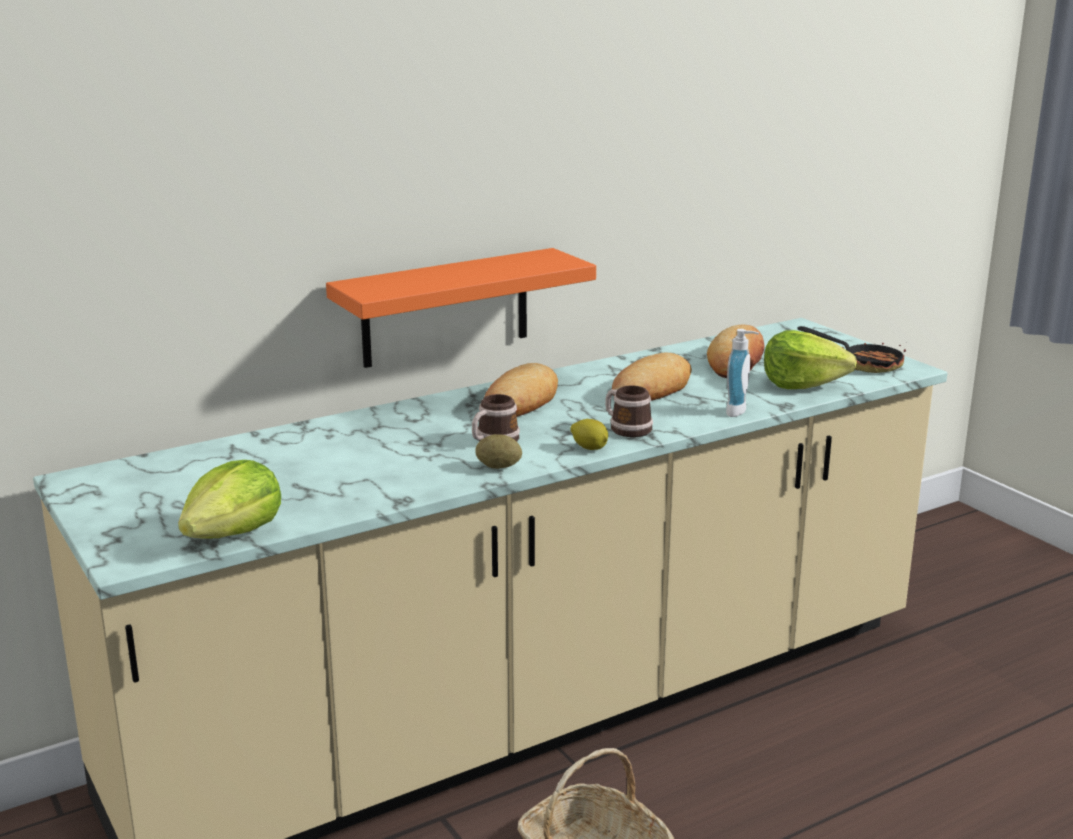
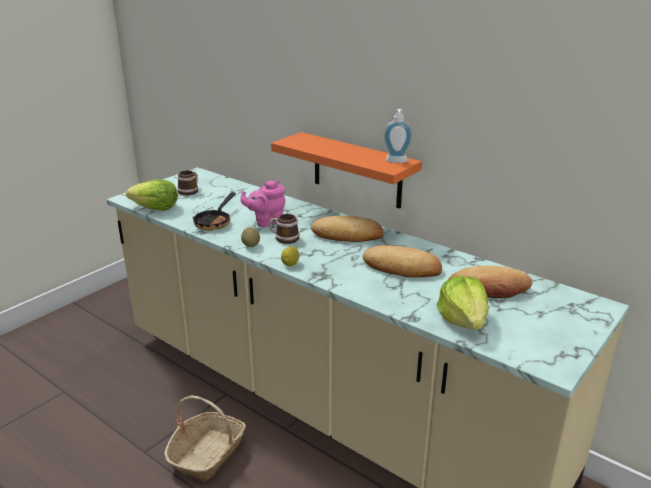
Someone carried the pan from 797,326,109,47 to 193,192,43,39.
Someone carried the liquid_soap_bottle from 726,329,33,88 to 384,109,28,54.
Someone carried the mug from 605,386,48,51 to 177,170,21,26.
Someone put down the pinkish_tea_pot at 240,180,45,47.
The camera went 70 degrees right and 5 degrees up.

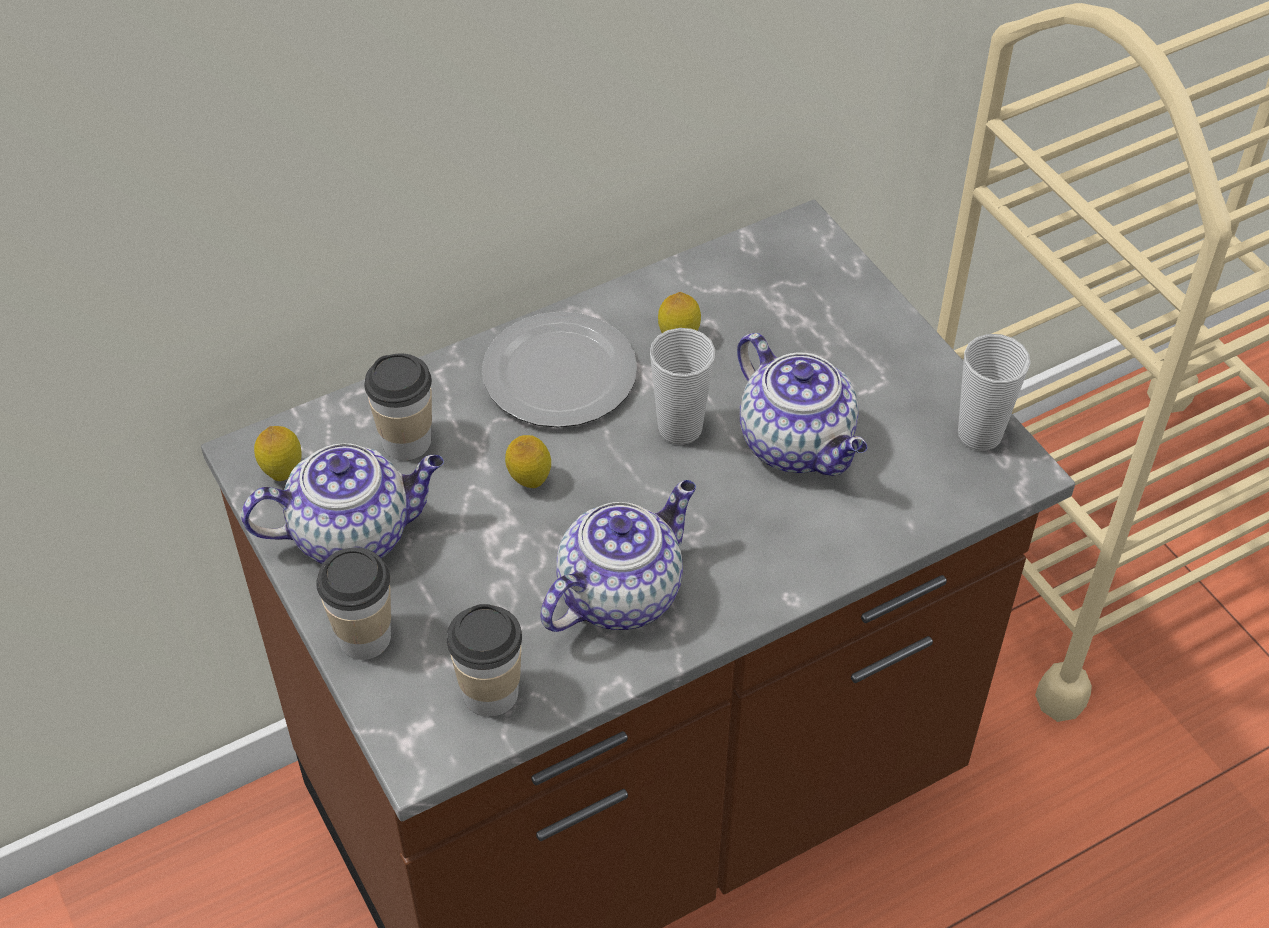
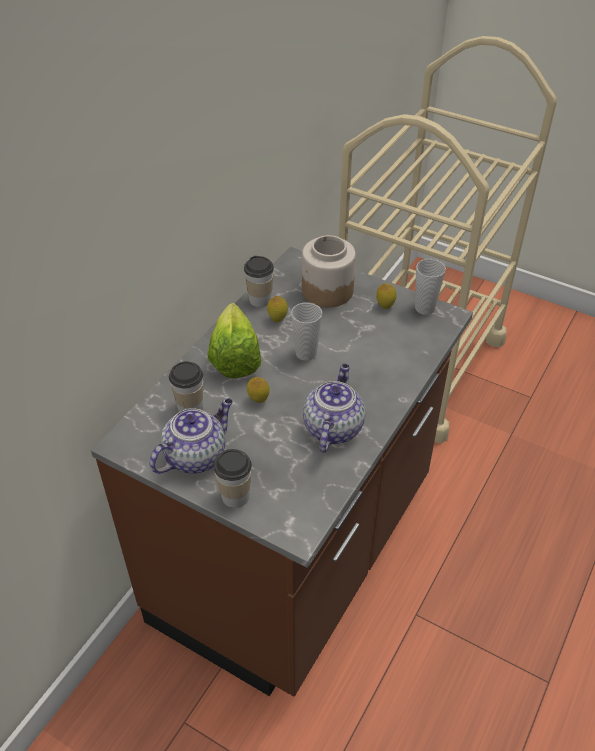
Someone swapped the dinner_plate at 482,311,155,116 for the lettuce at 208,303,53,75.
Someone took away the tea_pot at 737,333,130,143.
Someone carried the citrus_fruit from 254,426,48,55 to 376,283,21,26.
Someone carried the drinking_cup from 447,604,75,113 to 244,256,30,51.
Someone put down the storage_jar at 302,235,54,73.
The camera went 30 degrees left and 5 degrees down.

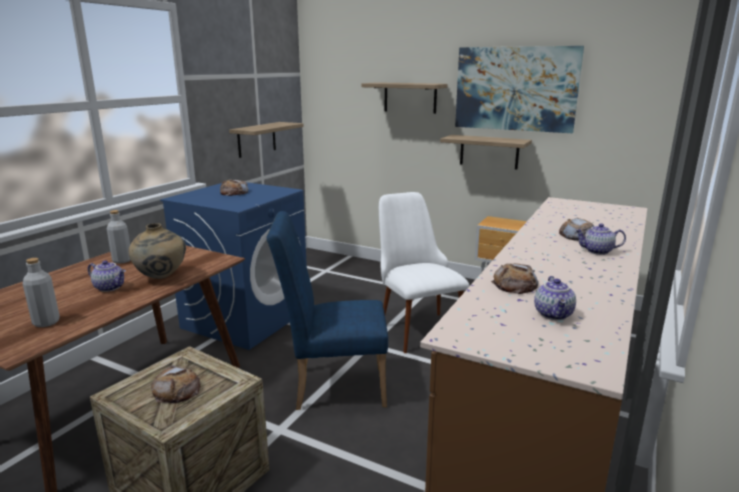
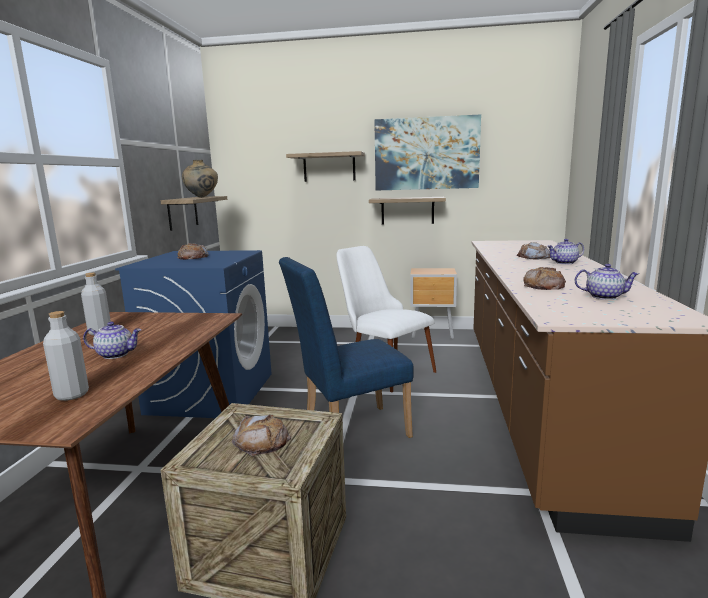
Someone carried the beige_flower_vase from 128,223,58,56 to 182,160,36,37.
Someone rotated the tea_pot at 534,276,42,44 by 60 degrees counterclockwise.
The camera went 20 degrees left and 5 degrees down.

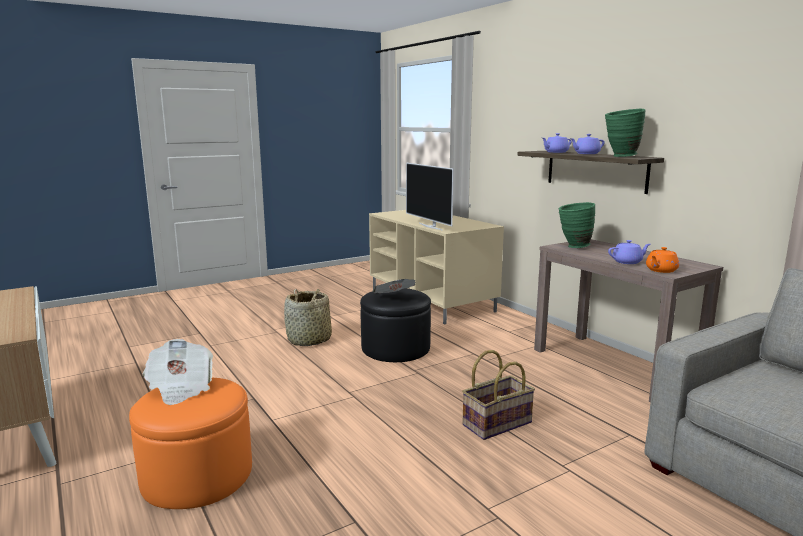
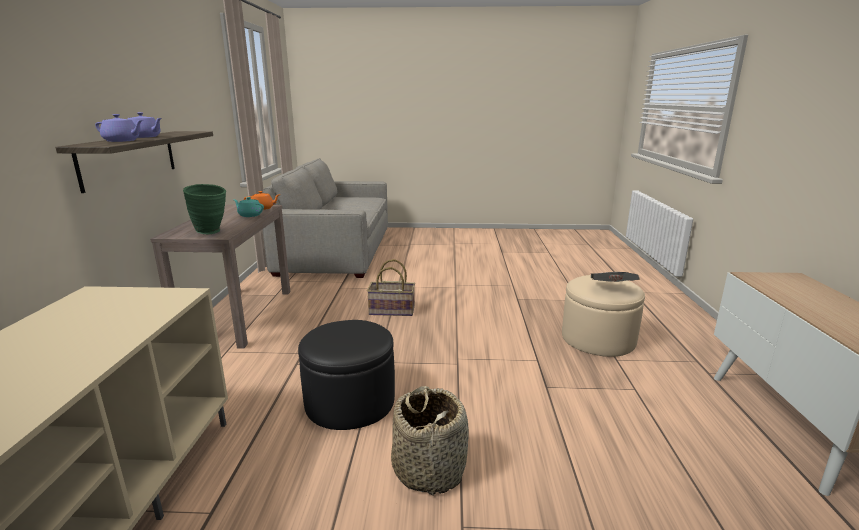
Someone took away the green_flower_vase at 605,108,41,49.
Someone took away the television at 406,163,48,67.
Someone repainted the purple_tea_pot at 608,240,42,24, which became the turquoise_tea_pot at 233,197,31,20.
Someone took away the printed_paper at 373,279,42,14.
Someone repainted the orange-coloured_footrest at 129,378,123,131, which became the beige_footrest at 562,275,83,82.
The camera went 145 degrees left and 5 degrees up.

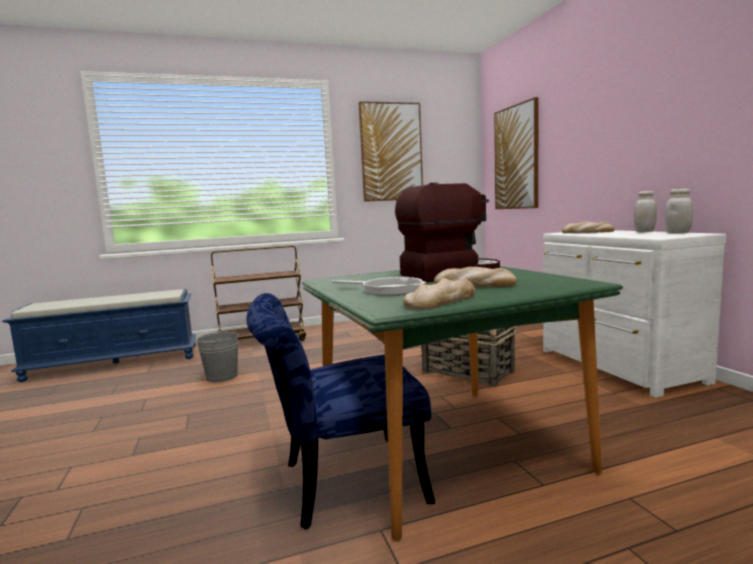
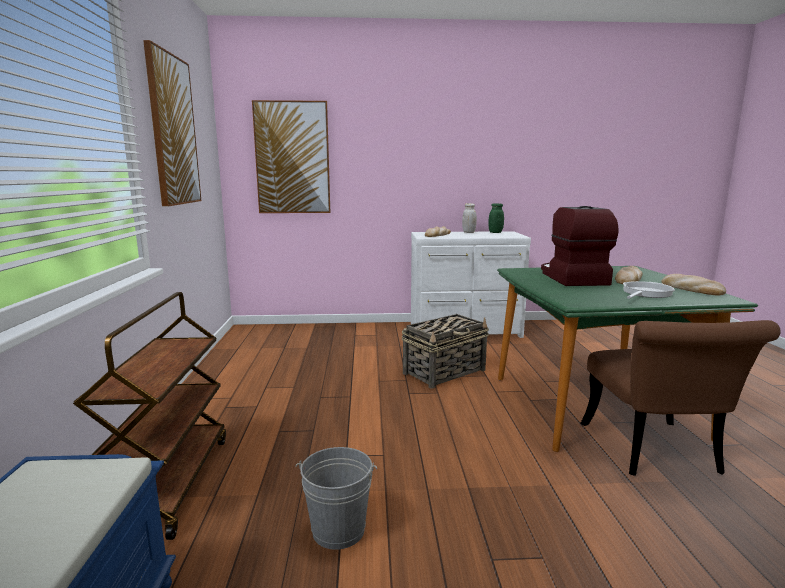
Someone repainted the white_storage_jar at 665,189,28,45, which became the green_storage_jar at 489,203,15,30.
Someone repainted the blue-coloured_upright_chair at 246,293,189,236, which became the brown_upright_chair at 580,320,201,156.
The camera went 75 degrees left and 5 degrees up.

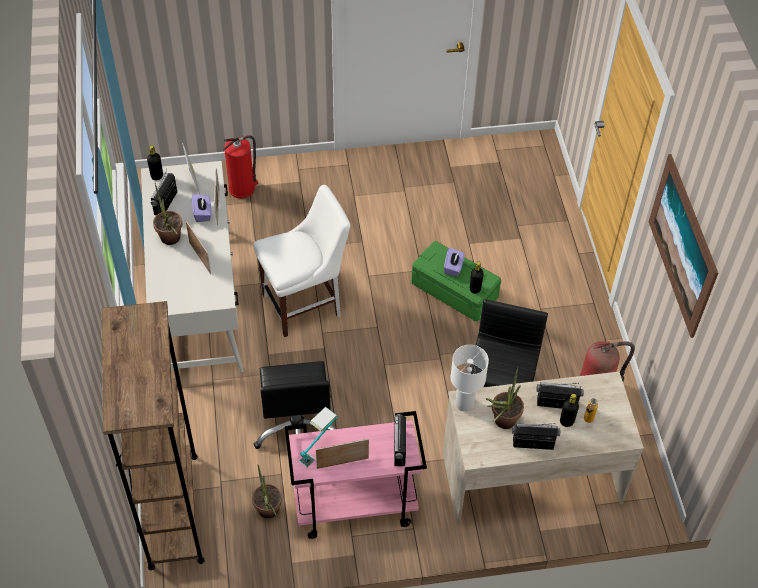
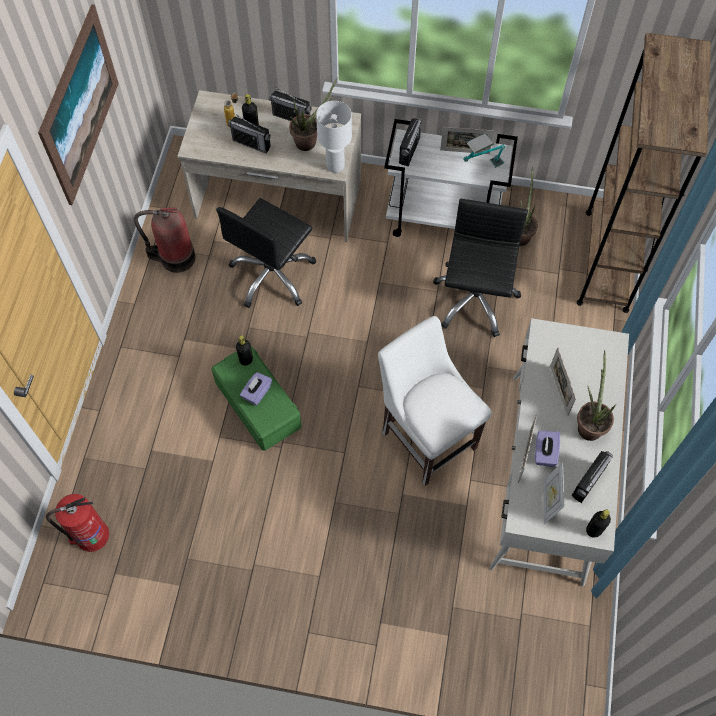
Someone carried the extinguisher from 222,135,36,64 to 46,494,63,58.
Someone rotated the white_upright_chair at 253,185,98,152 by 60 degrees clockwise.
Someone repainted the pinkish_cart at 285,411,142,128, which became the white_cart at 384,119,134,118.
The camera went 160 degrees left and 10 degrees up.

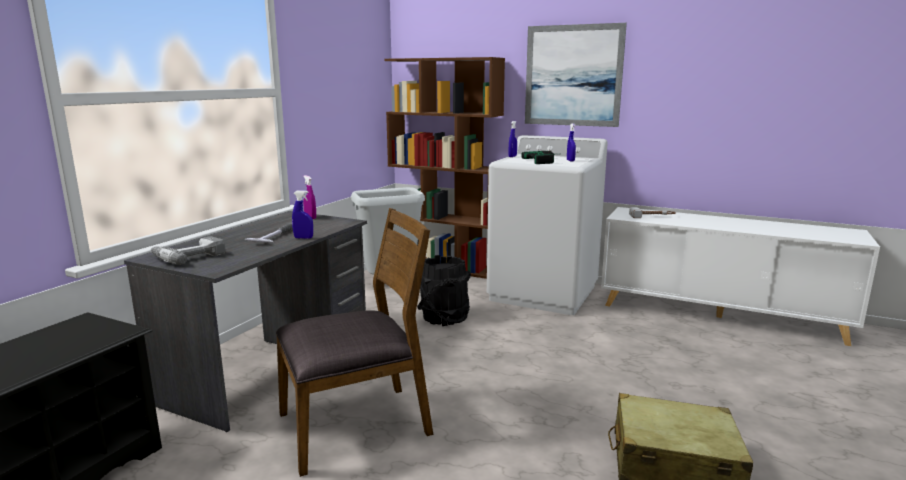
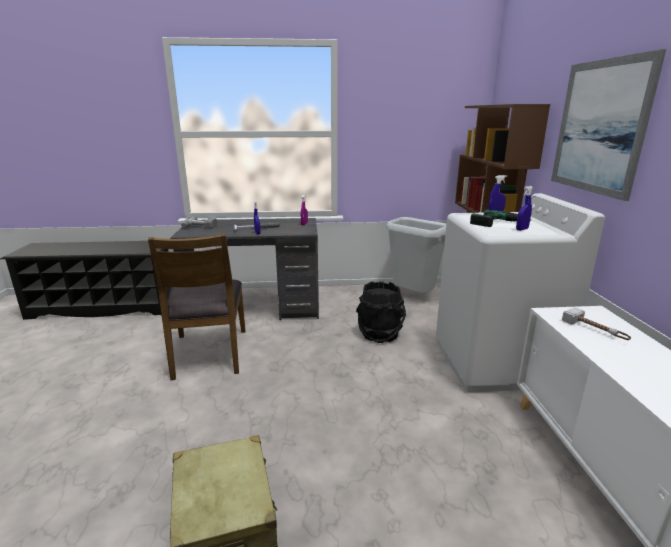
Someone rotated the brown_upright_chair at 276,208,157,269 by 45 degrees clockwise.
The camera went 60 degrees right and 5 degrees up.

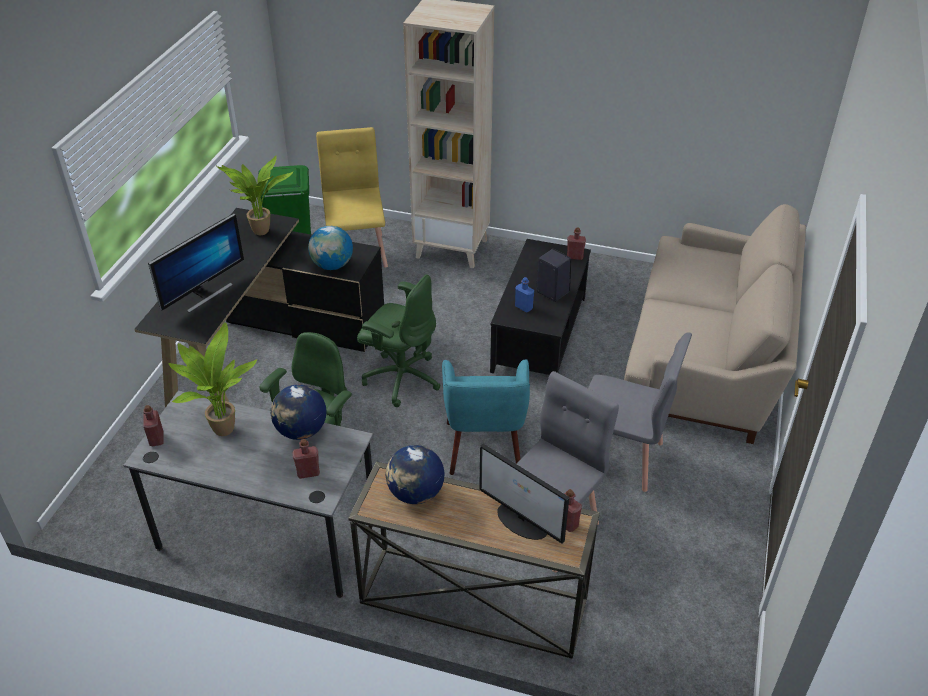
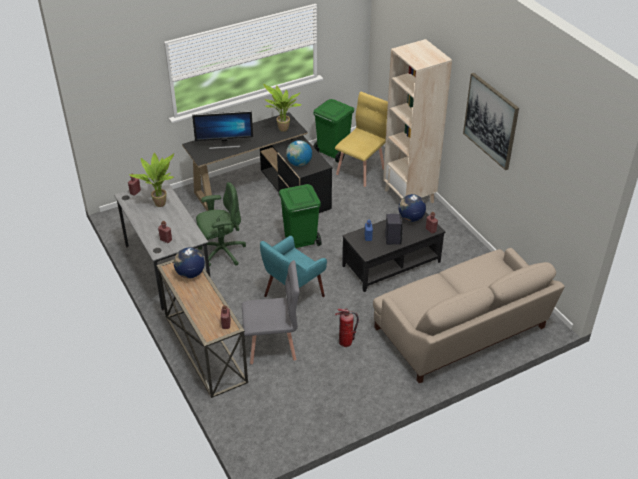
Someone swapped the green_computer_chair at 357,275,83,132 for the green_waste_bin at 279,184,43,64.
Someone swapped the gray_upright_chair at 588,332,104,160 for the extinguisher at 335,309,24,38.
Someone carried the world_globe from 271,384,55,56 to 399,194,27,28.
Someone took away the computer_display at 479,444,90,100.
Someone put up the wall_picture at 463,73,56,97.
The camera went 45 degrees right and 0 degrees up.

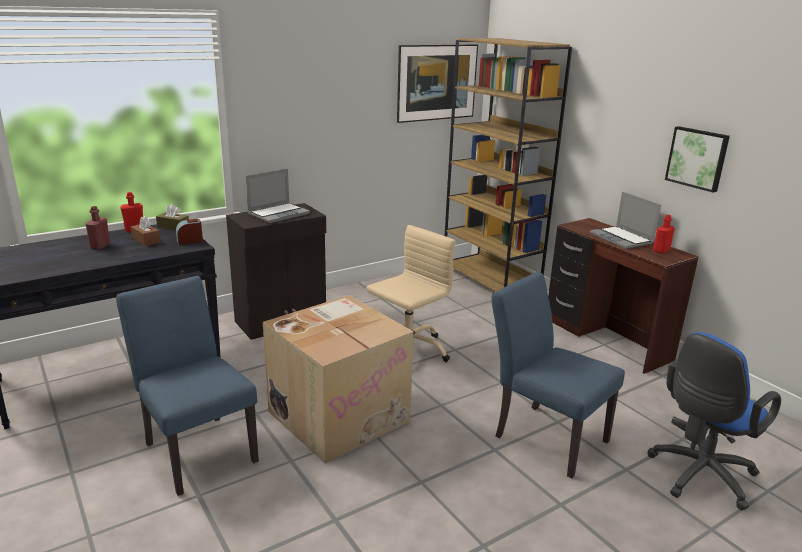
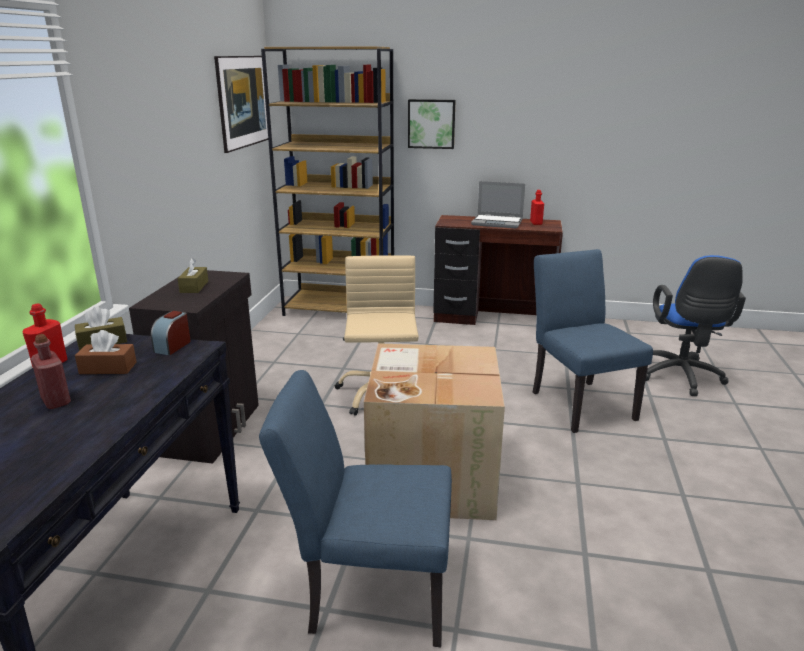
Someone carried the wall_picture from 665,126,65,67 to 408,99,48,50.
Someone swapped the notebook_computer at 246,168,64,55 for the brown_tissue_box at 178,258,30,35.
Someone rotated the blue-coloured_upright_chair at 492,272,133,207 by 75 degrees clockwise.
The camera went 45 degrees left and 0 degrees up.

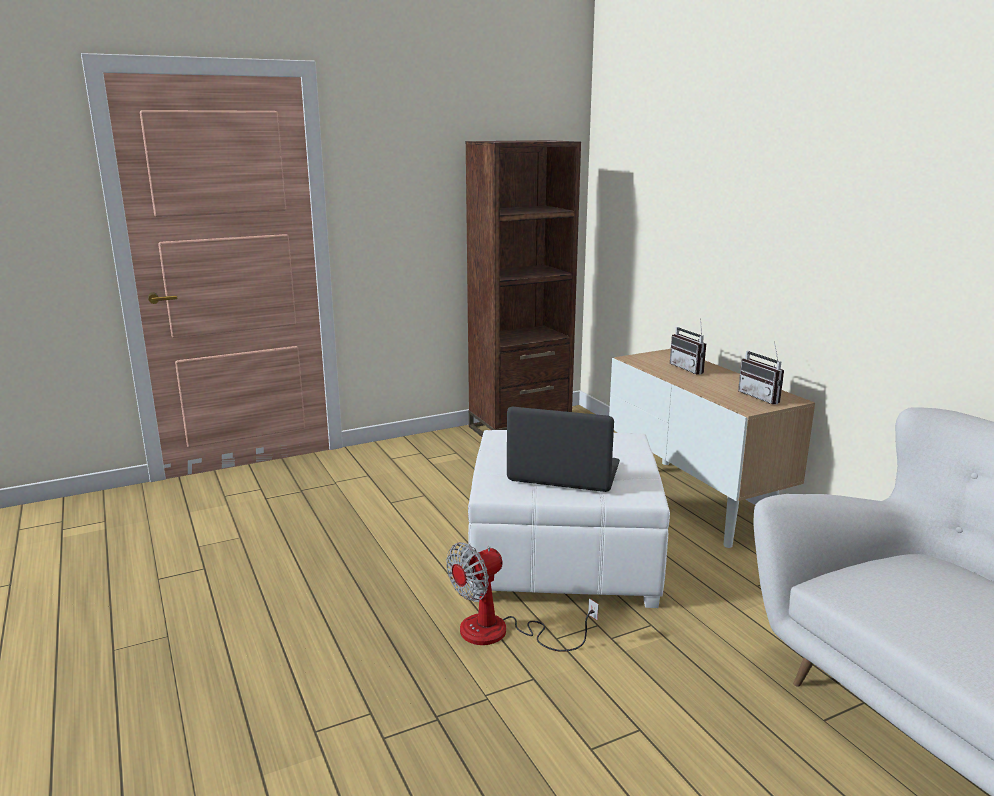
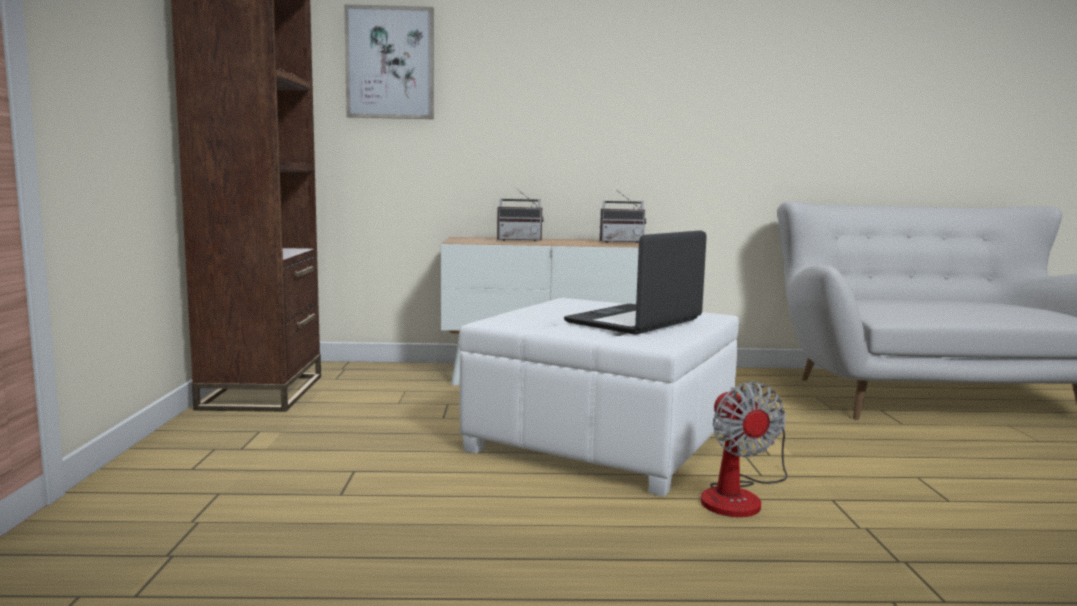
Someone put up the wall_picture at 344,4,90,115.
The camera went 65 degrees left and 10 degrees down.

